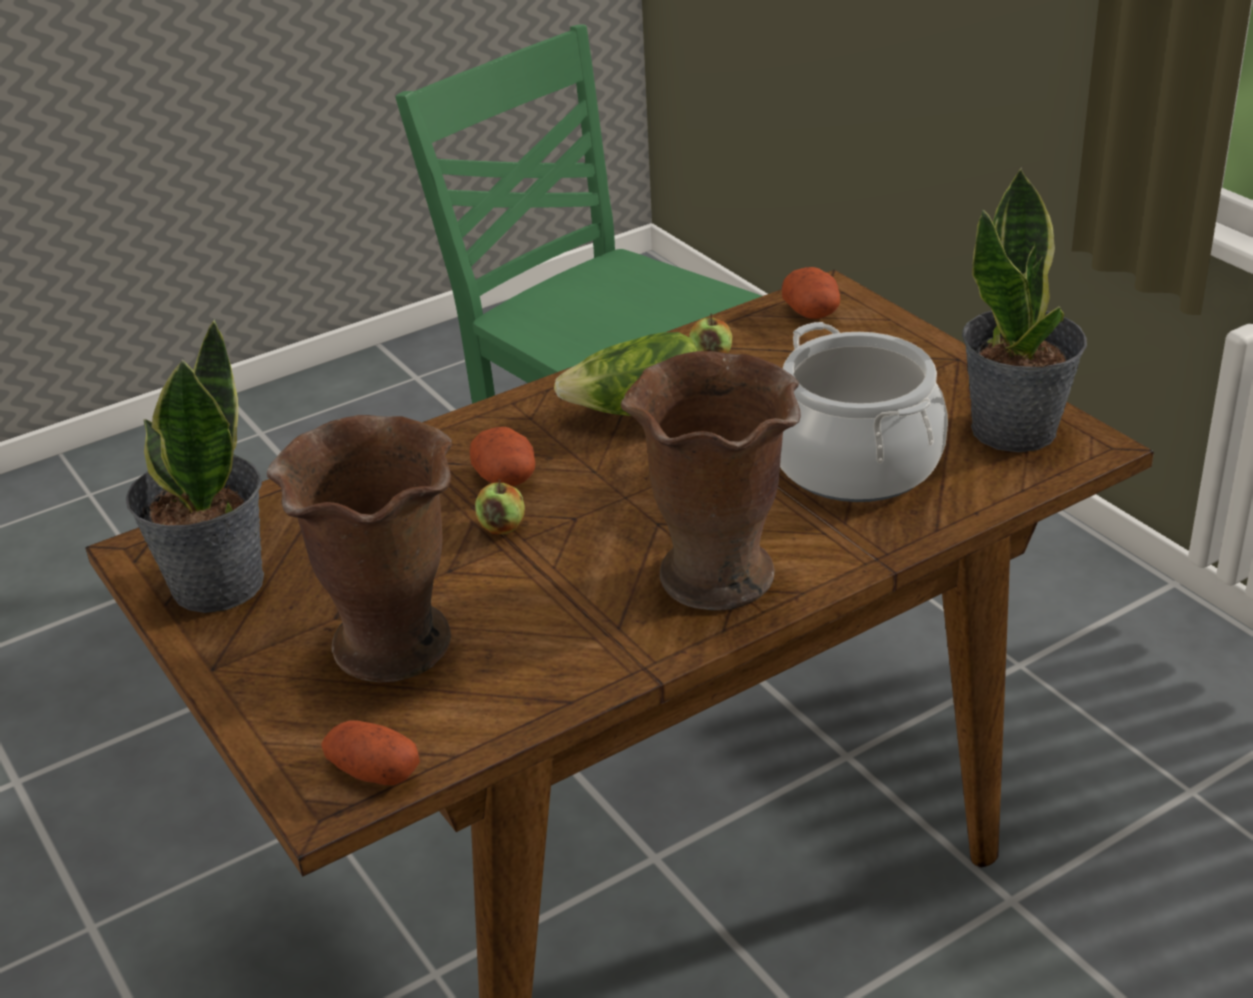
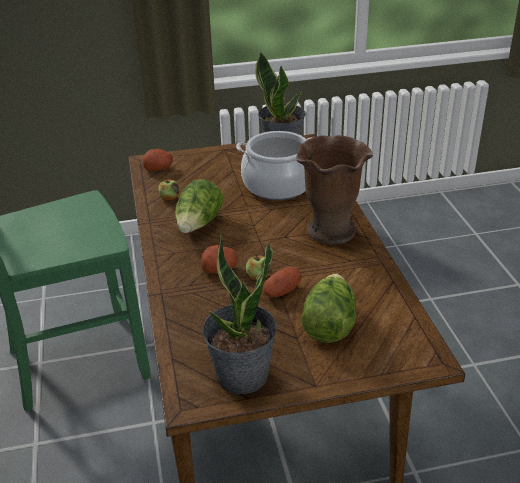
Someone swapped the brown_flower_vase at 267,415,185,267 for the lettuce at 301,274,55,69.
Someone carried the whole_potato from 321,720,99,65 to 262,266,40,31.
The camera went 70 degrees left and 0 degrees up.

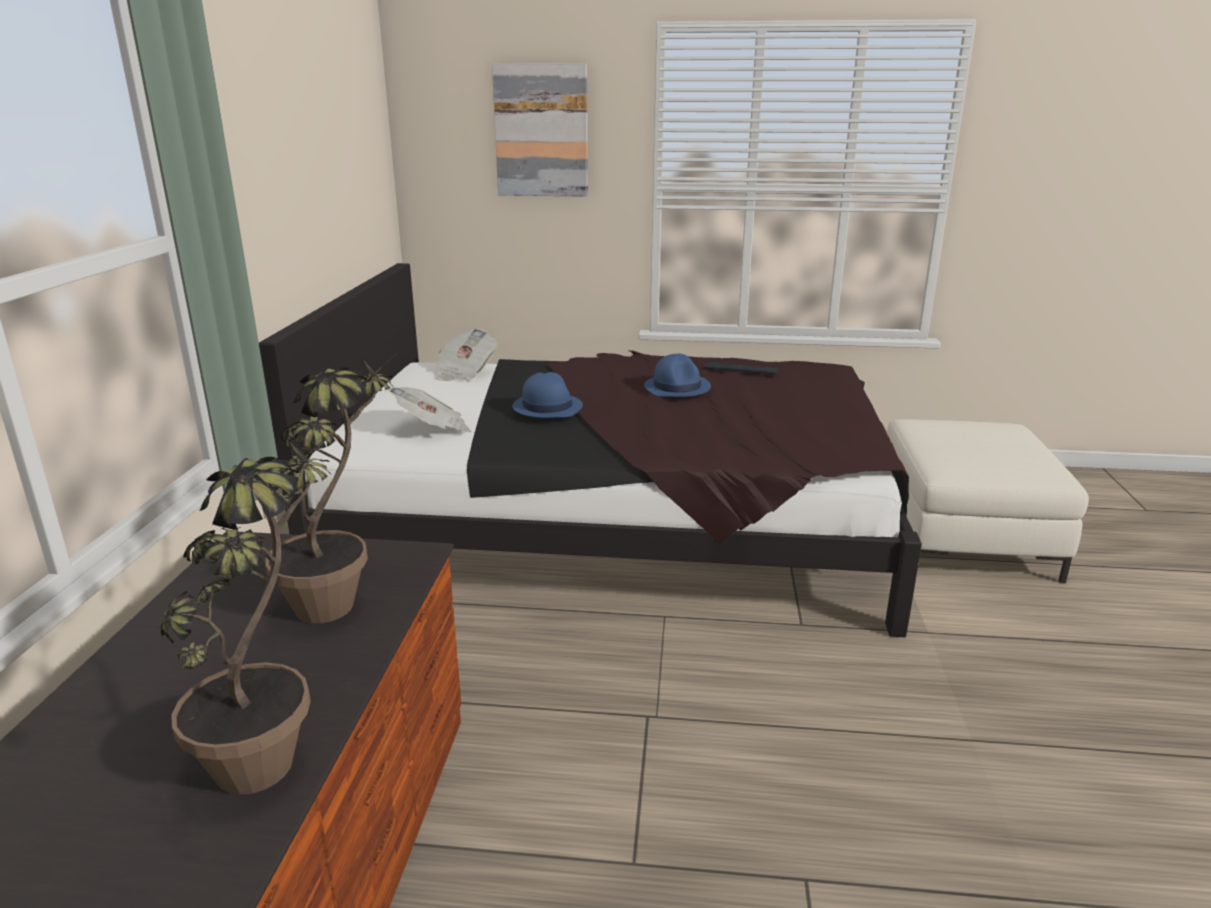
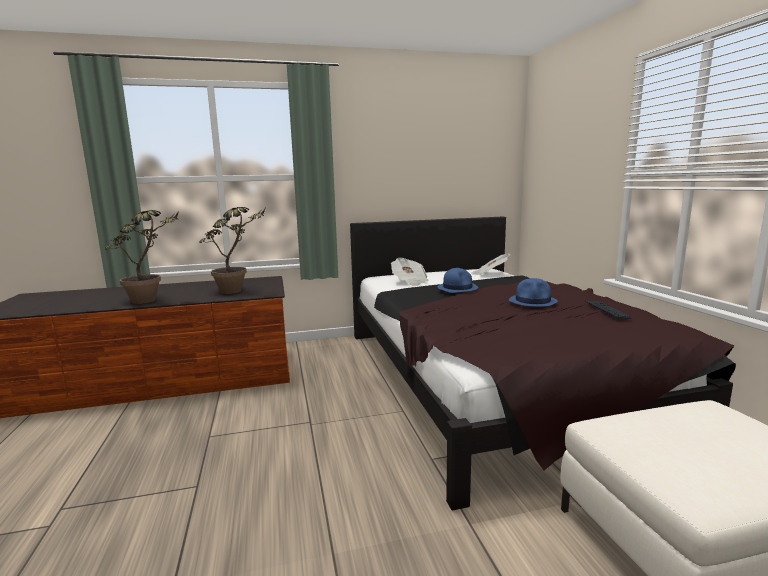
Someone took away the wall_picture at 492,63,96,134.
The camera went 70 degrees right and 10 degrees down.

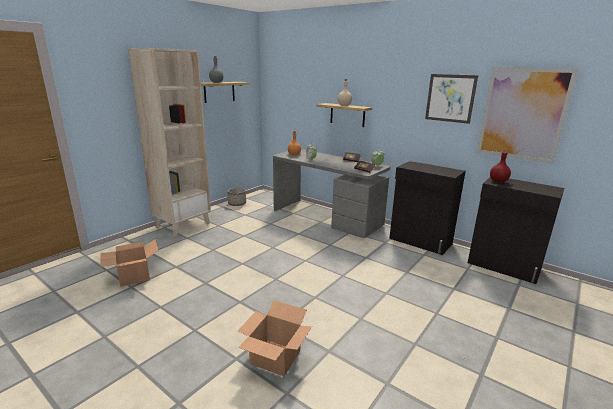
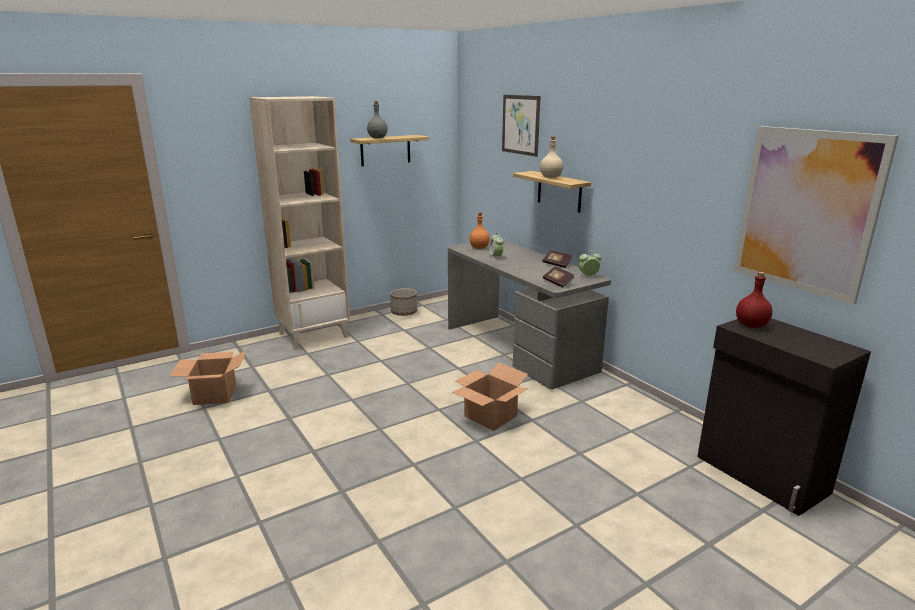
Someone carried the wall_picture from 425,74,53,50 to 502,95,39,62.
Someone took away the black_storage_cabinet at 389,161,77,94.
Someone carried the packing_box from 238,300,74,76 to 453,362,75,69.
The camera went 20 degrees right and 0 degrees up.

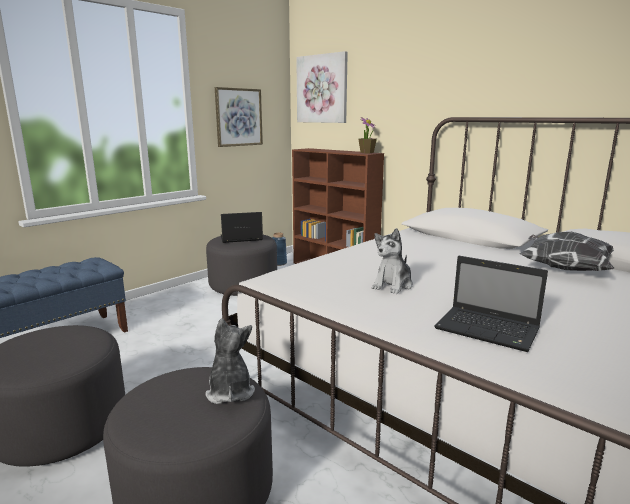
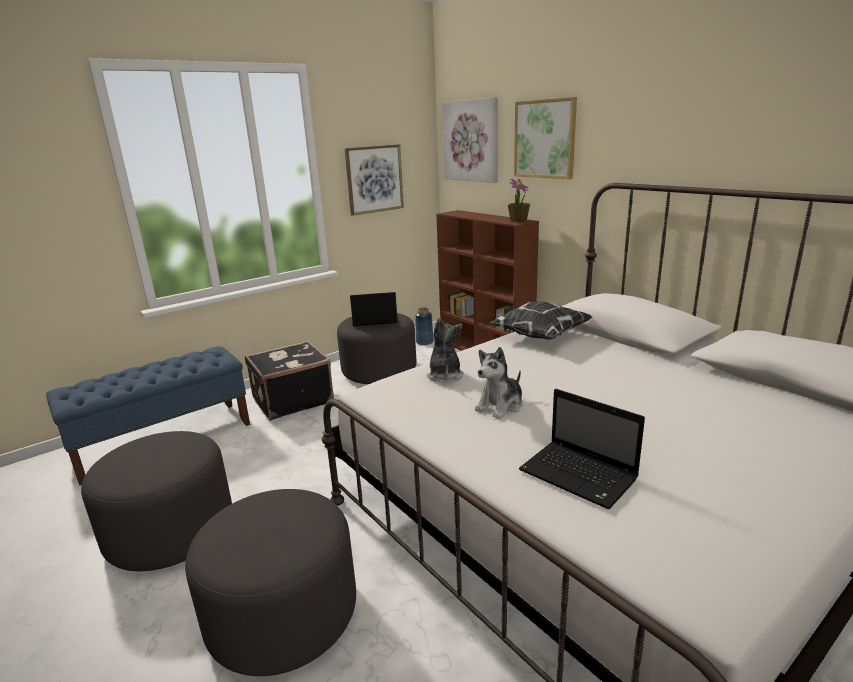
Someone carried the pillow from 520,232,95,39 to 490,301,102,39.
Someone carried the cuddly_toy from 205,318,50,86 to 427,317,37,65.
Someone put up the wall_picture at 514,97,63,82.
Someone put down the black_piece_of_luggage at 245,340,89,81.
The camera went 10 degrees right and 5 degrees up.

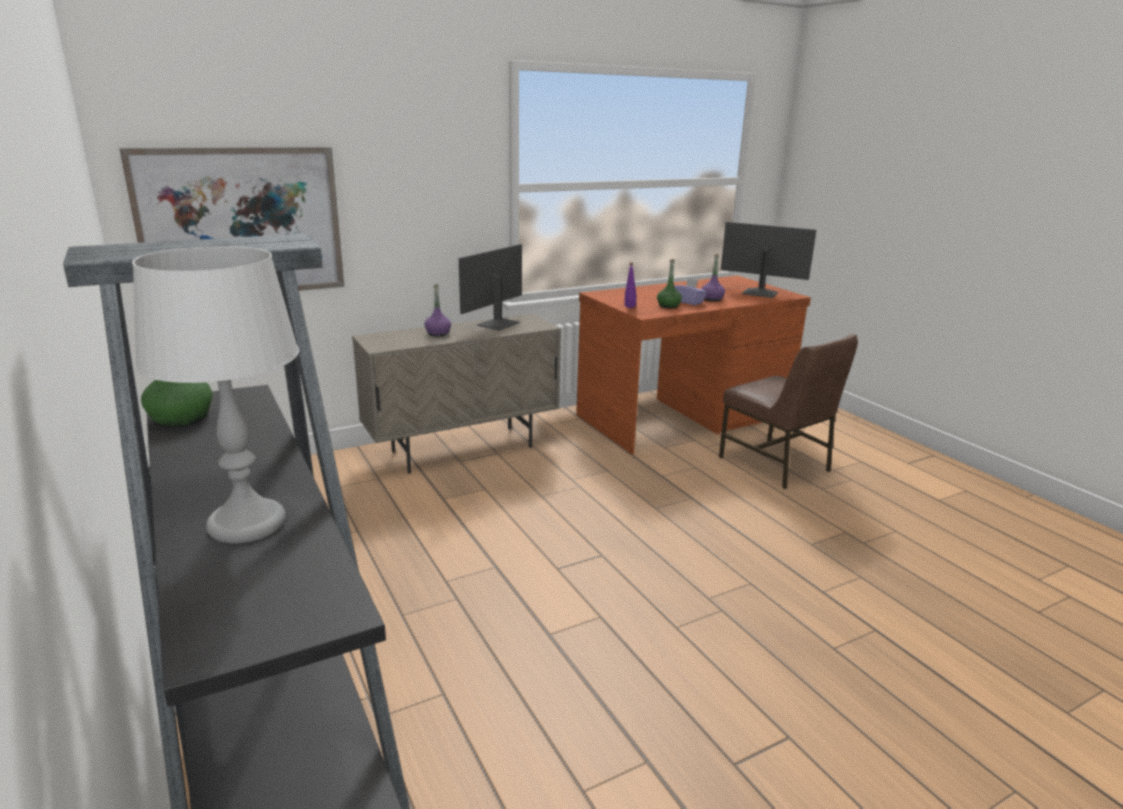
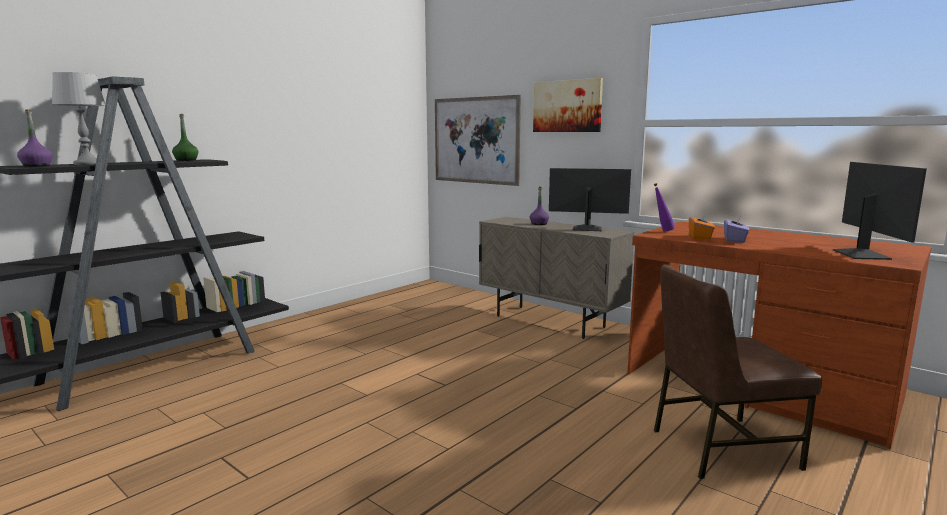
Someone carried the purple_bottle from 701,254,24,48 to 17,109,36,57.
Someone swapped the green_bottle at 657,259,25,50 for the orange-coloured_tissue_box at 689,212,26,27.
Someone rotated the brown_upright_chair at 719,334,139,155 by 45 degrees clockwise.
Someone put up the wall_picture at 533,78,70,54.
The camera went 70 degrees right and 10 degrees down.

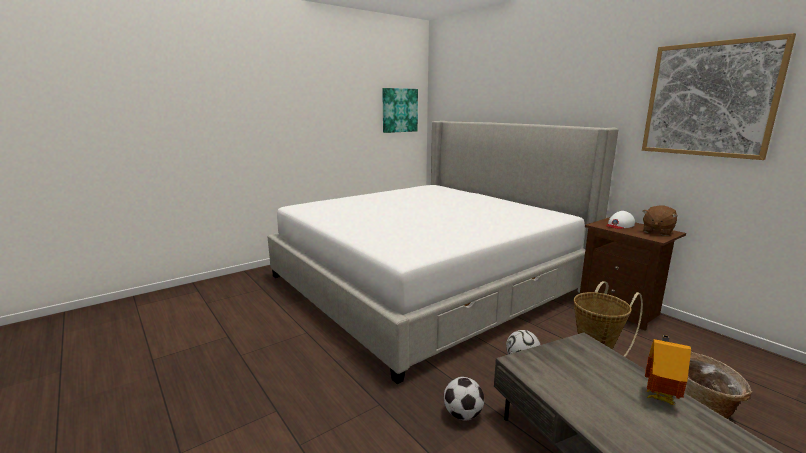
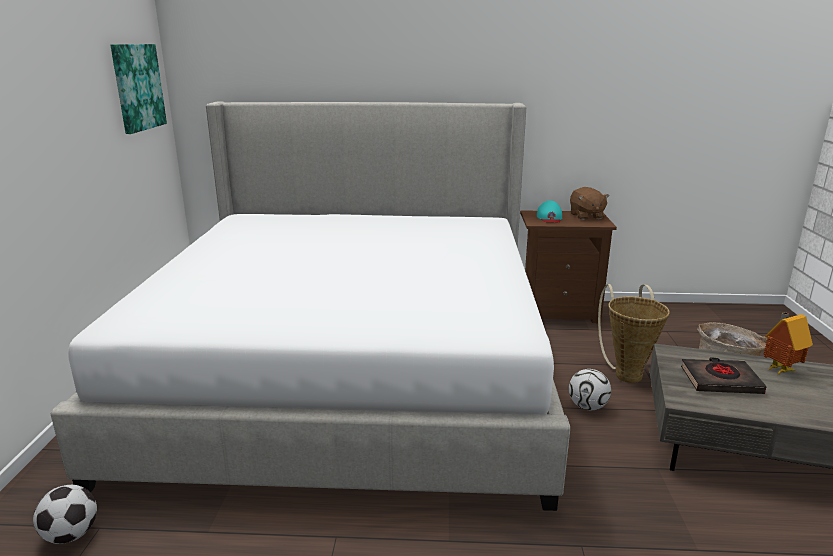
Someone took away the wall_picture at 642,33,154,127.
Someone repainted the white_baseball_cap at 606,211,29,18, which became the turquoise_baseball_cap at 537,200,25,22.
Someone carried the ball_for_football from 444,377,40,43 to 33,485,64,59.
Someone put down the black_bound_book at 681,357,85,37.
The camera went 50 degrees left and 5 degrees up.

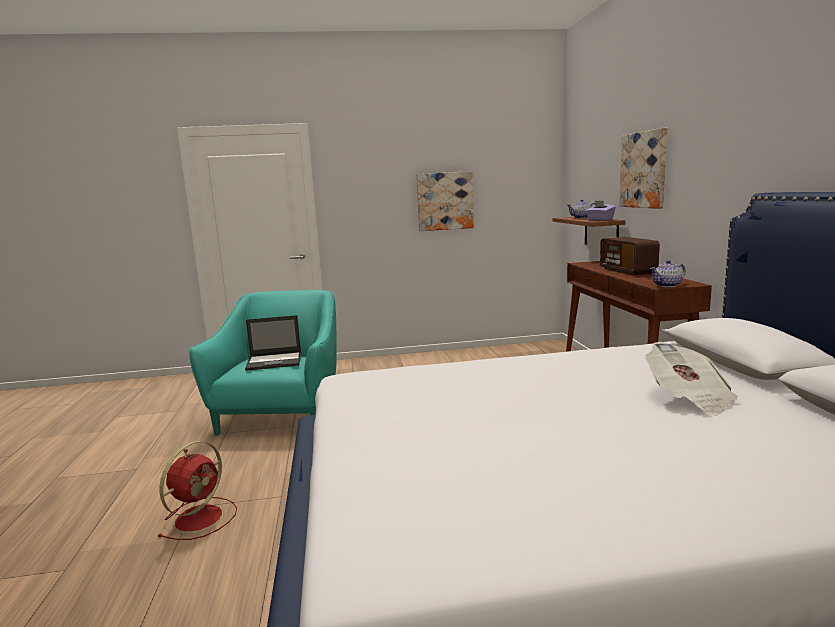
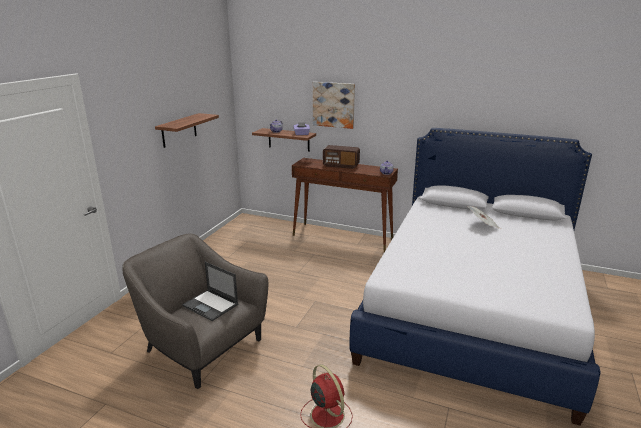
Someone swapped the wall_picture at 416,171,58,60 for the bracket_shelf at 155,113,64,35.
Someone repainted the turquoise_armchair at 189,290,148,146, which became the gray_armchair at 123,233,145,156.
Someone rotated the notebook_computer at 245,315,56,56 by 105 degrees clockwise.
The camera went 60 degrees left and 10 degrees up.

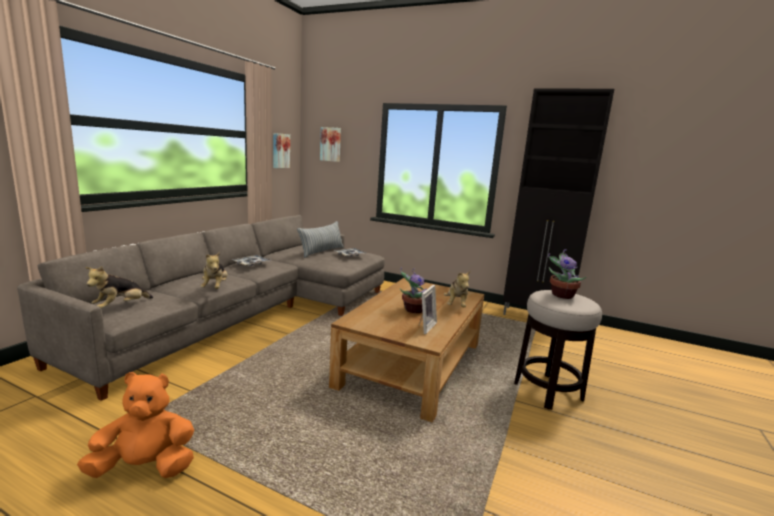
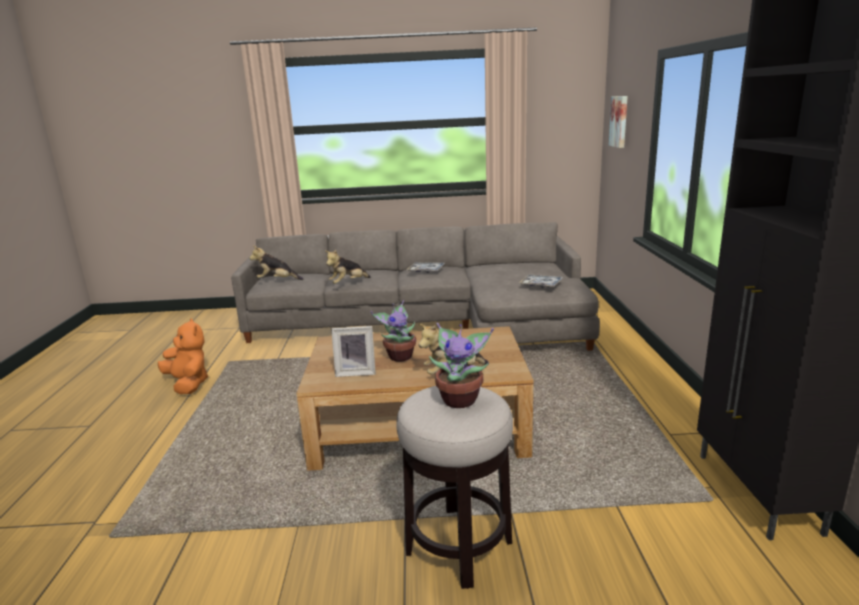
Someone took away the wall_picture at 273,133,17,35.
Someone took away the pillow at 297,221,47,37.
The camera went 65 degrees right and 5 degrees up.

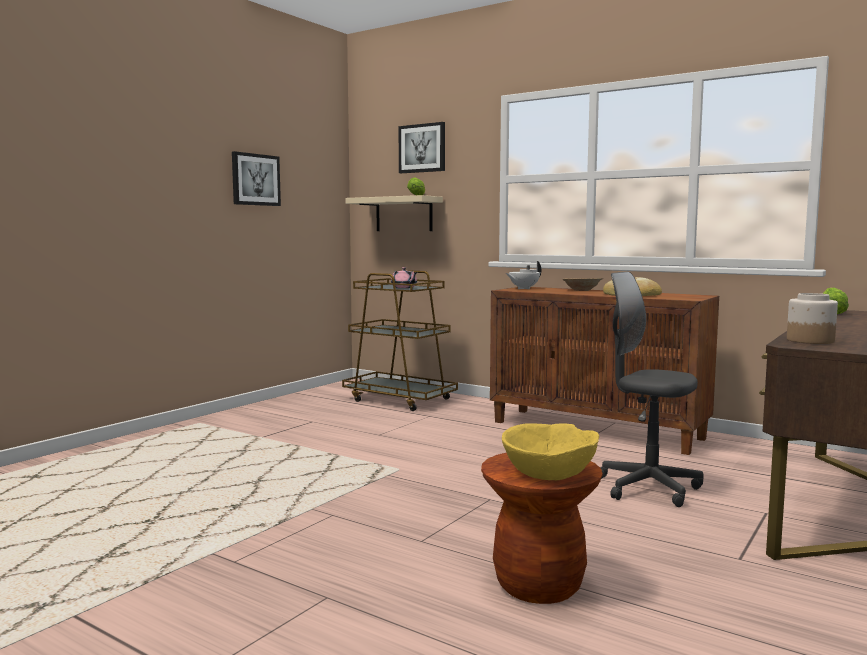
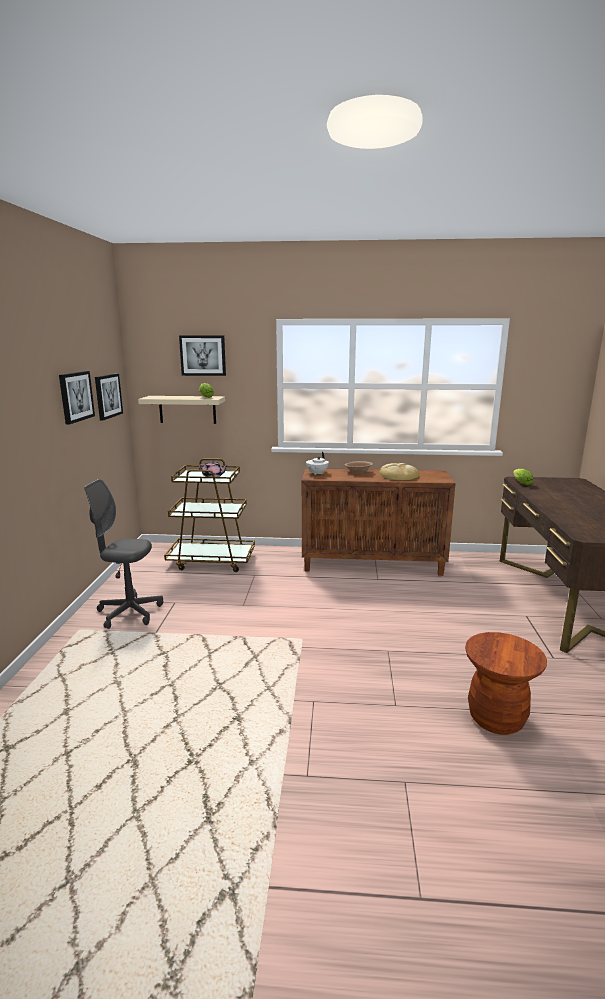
Someone carried the gray_computer_chair from 600,271,104,236 to 84,479,79,150.
Someone took away the storage_jar at 787,293,51,51.
Someone took away the yellow-coloured_deep_dish at 502,424,97,56.
Someone put up the wall_picture at 95,374,28,46.
The camera went 30 degrees left and 10 degrees up.

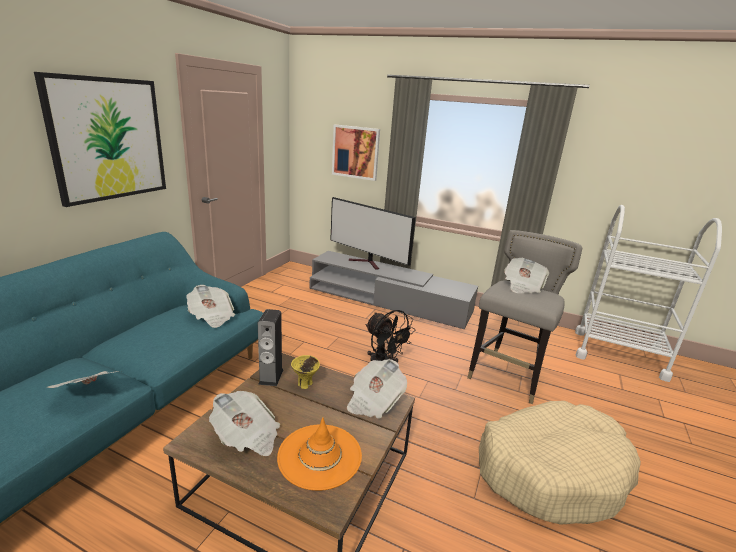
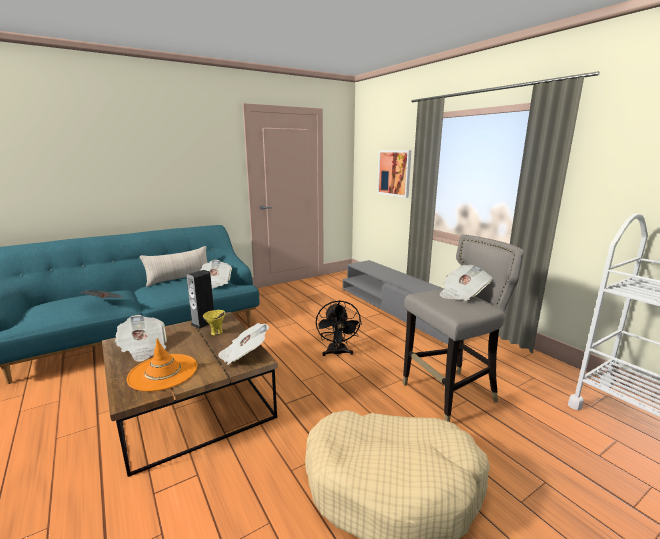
Someone took away the wall_picture at 34,72,132,135.
Someone took away the television at 330,197,86,73.
Someone put down the beige_pillow at 140,246,68,41.
The camera went 35 degrees right and 5 degrees down.

